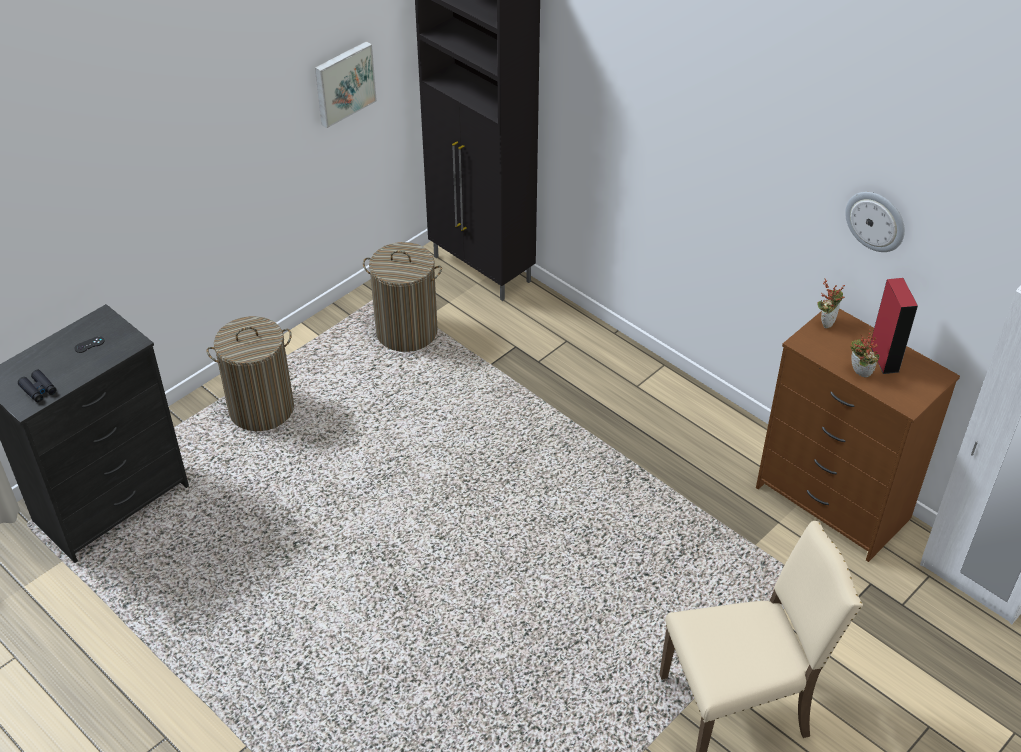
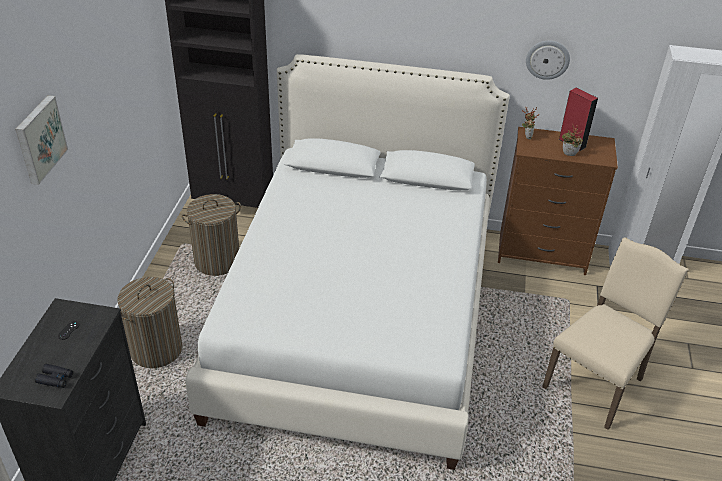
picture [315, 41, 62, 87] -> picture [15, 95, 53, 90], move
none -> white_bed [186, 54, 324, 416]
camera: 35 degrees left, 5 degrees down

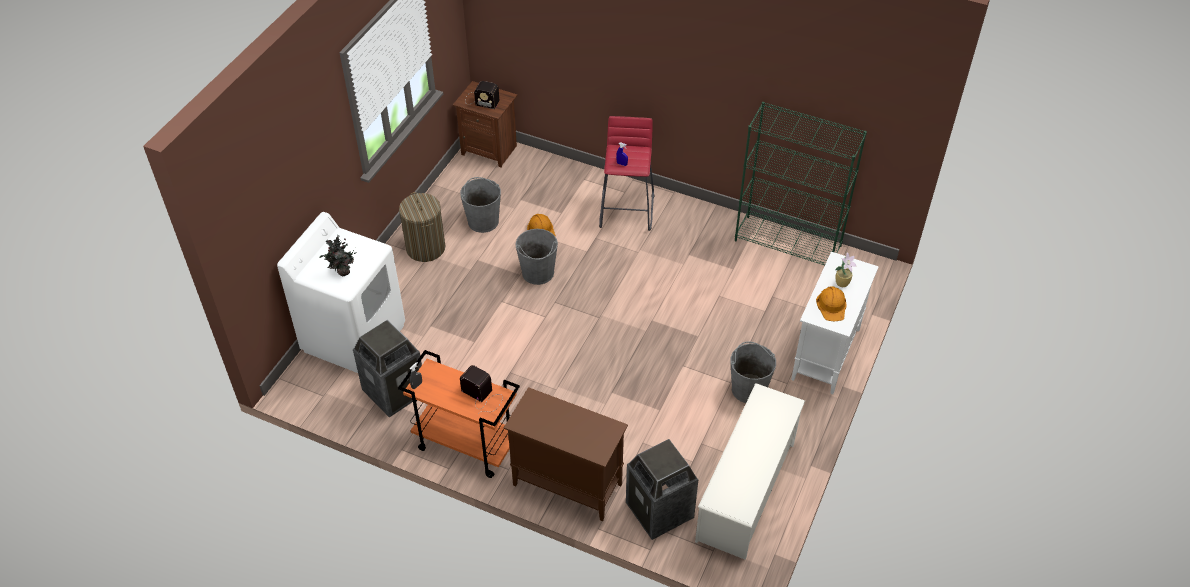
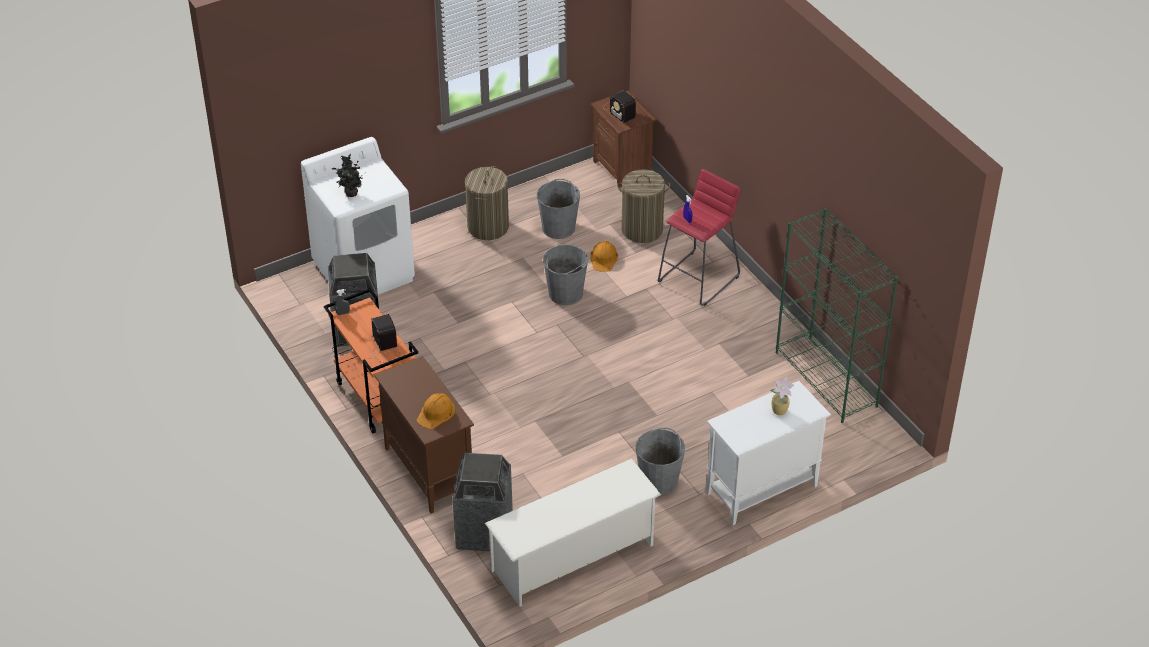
orange_hard_hat [816, 286, 30, 35] -> orange_hard_hat [417, 393, 38, 36], move
none -> laundry_basket [617, 169, 53, 74]
camera: 35 degrees right, 5 degrees down

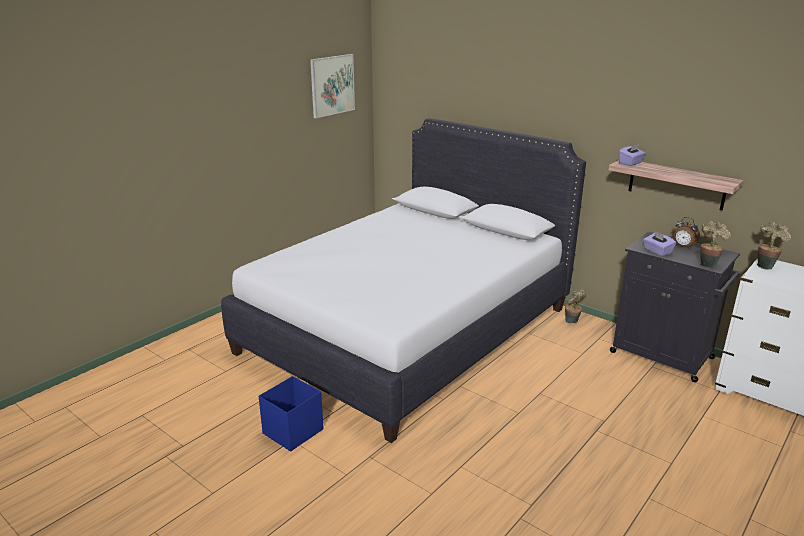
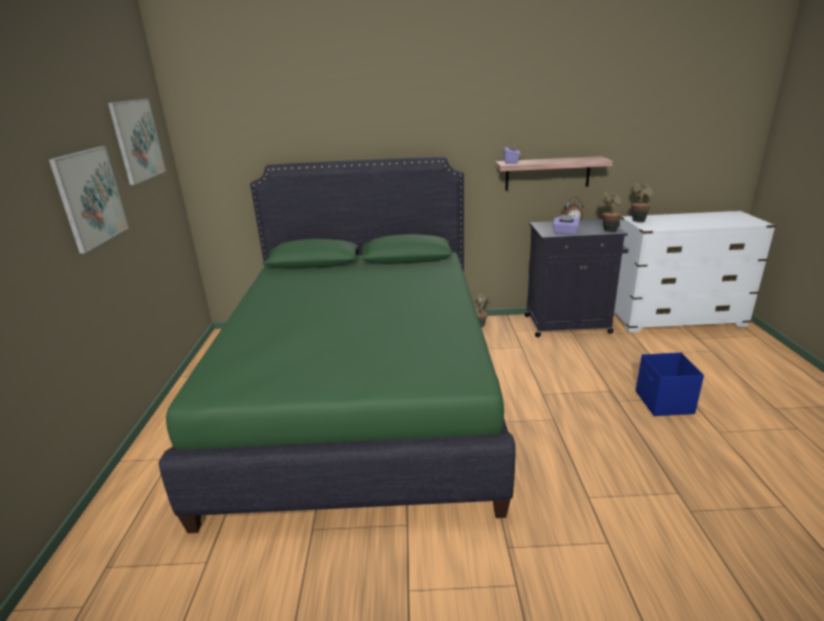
white_bed [221, 118, 365, 325] -> green_bed [159, 156, 356, 377]
blue_storage_box [258, 376, 65, 76] -> blue_storage_box [636, 353, 68, 63], move
none -> picture [49, 146, 79, 108]
camera: 40 degrees left, 0 degrees up

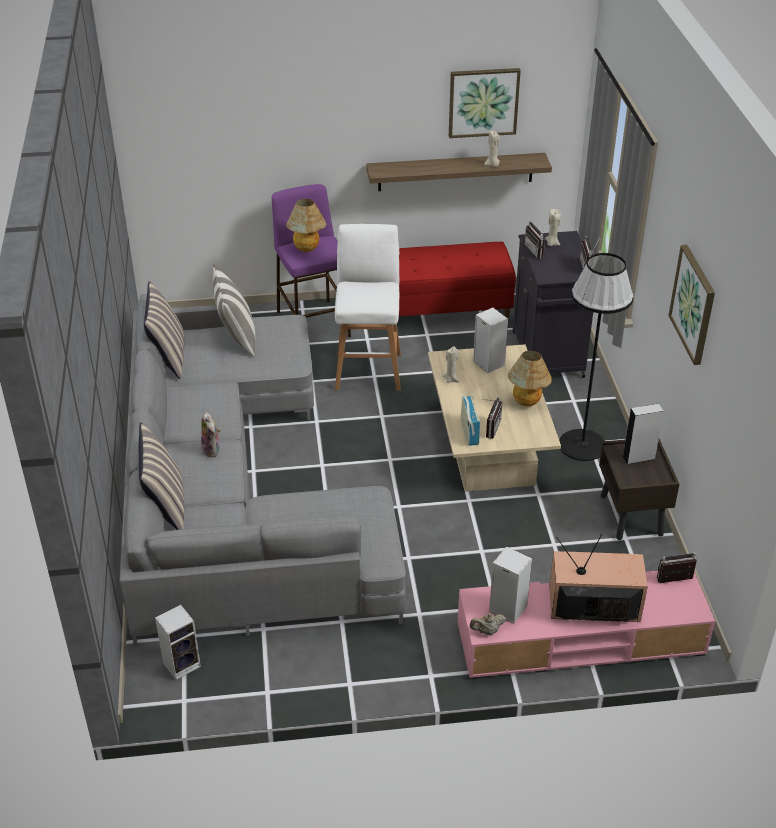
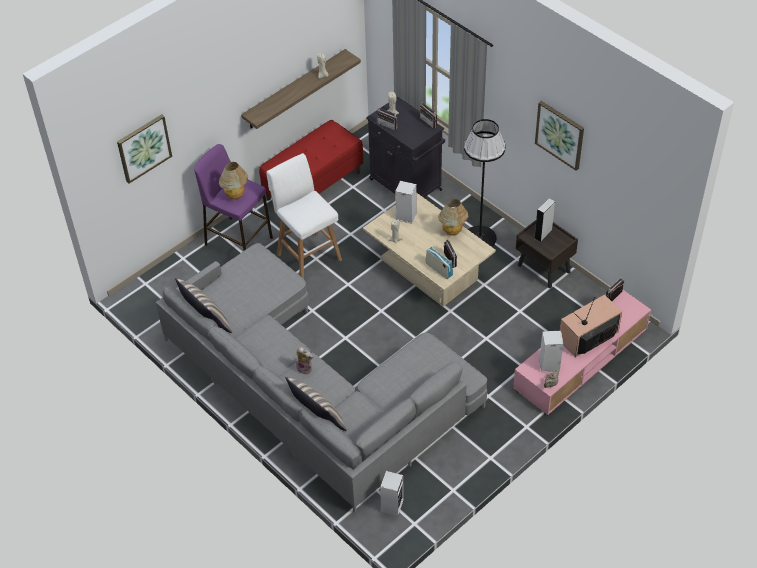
picture [449, 68, 72, 70] -> picture [117, 114, 55, 70], move
pillow [213, 264, 42, 93] -> none
camera: 35 degrees left, 10 degrees up

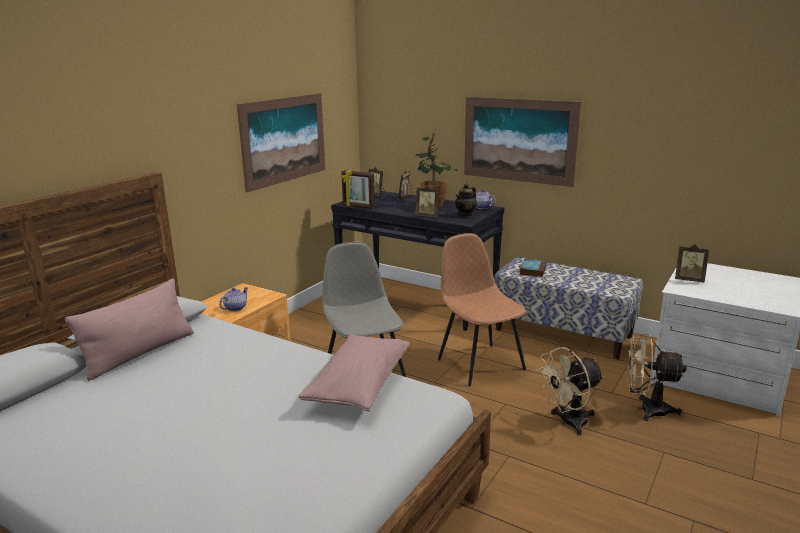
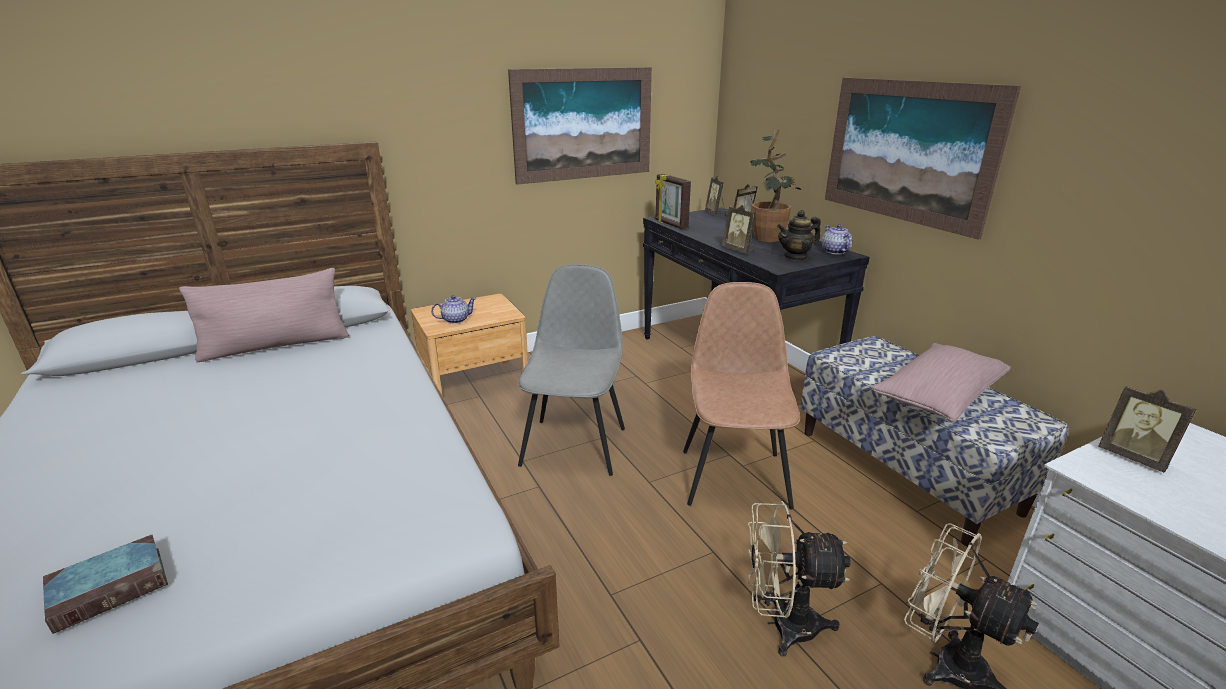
book [520, 259, 27, 18] -> book [43, 535, 125, 99], move
pink_pillow [298, 334, 112, 77] -> pink_pillow [872, 343, 139, 79], move
camera: 30 degrees right, 5 degrees up

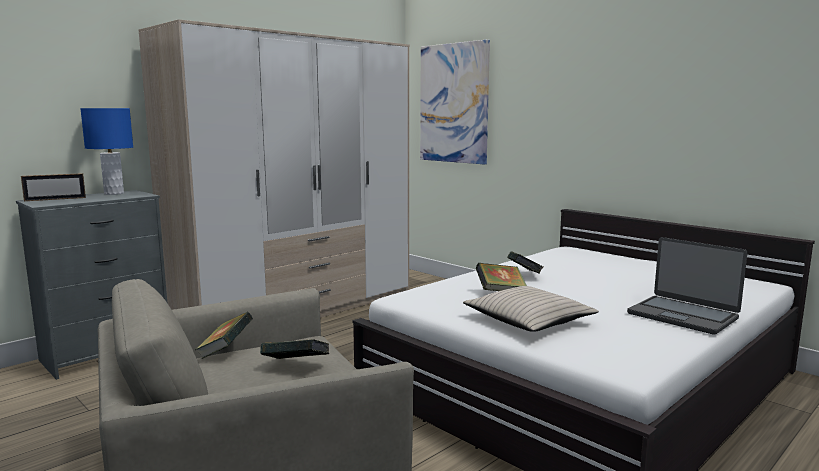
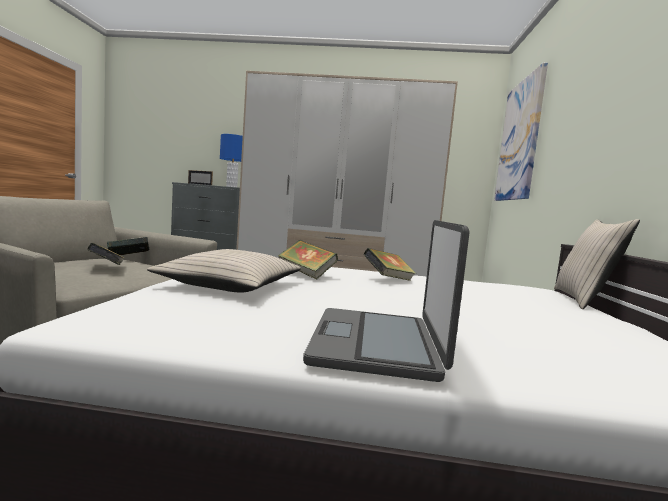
none -> beige_pillow [554, 219, 86, 90]
camera: 50 degrees right, 5 degrees down

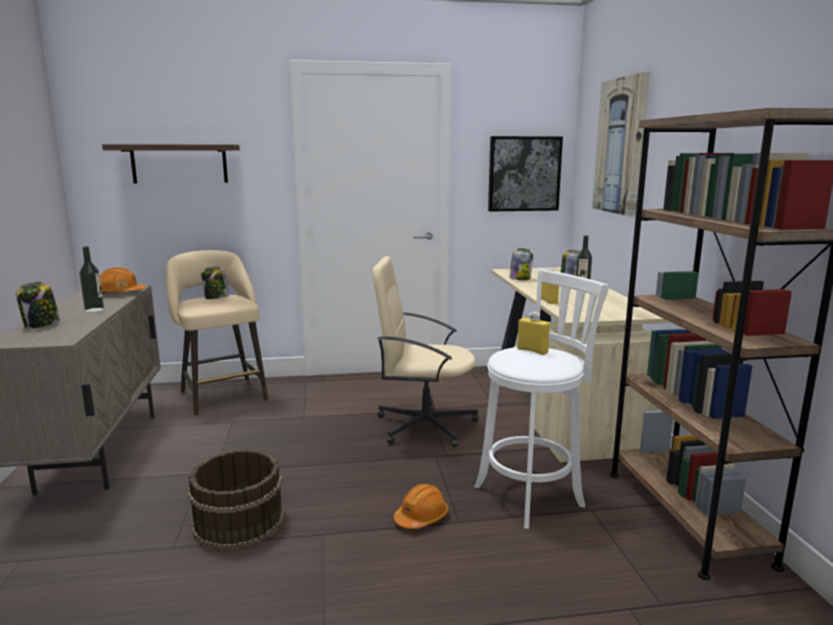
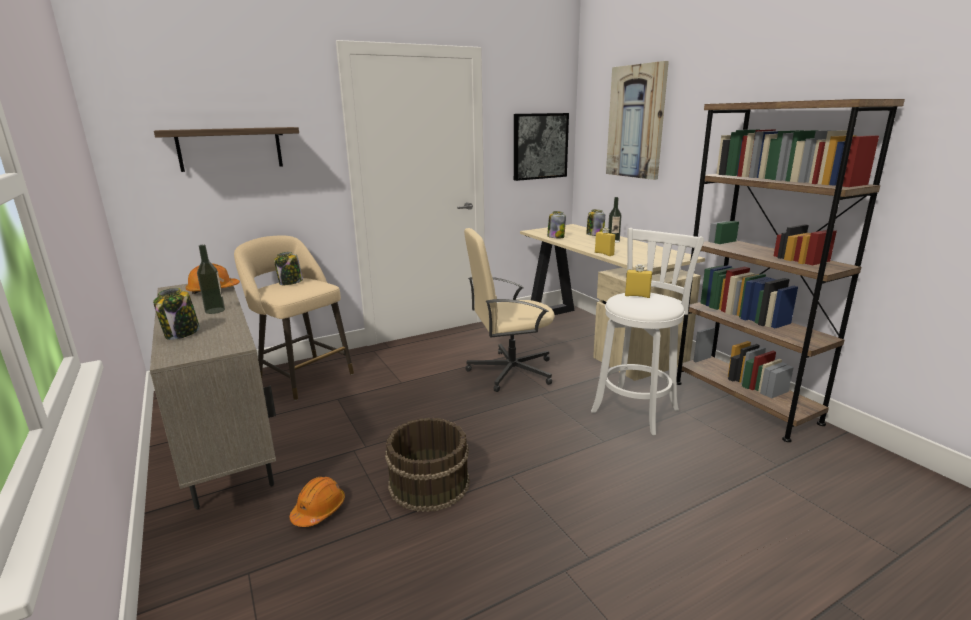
orange_hard_hat [393, 484, 55, 45] -> orange_hard_hat [290, 477, 55, 50], move
camera: 20 degrees left, 5 degrees up

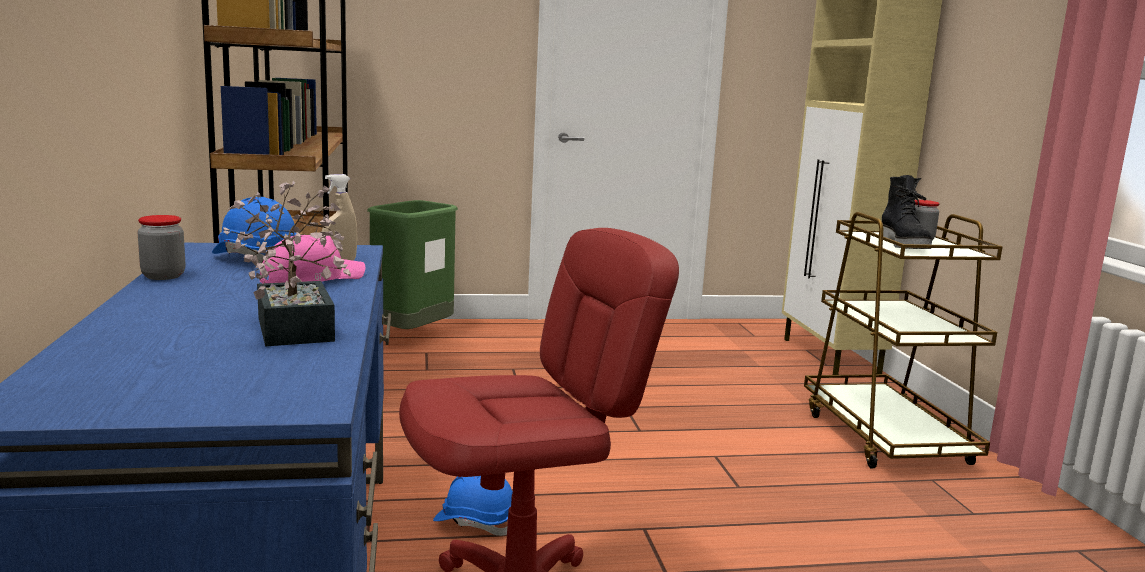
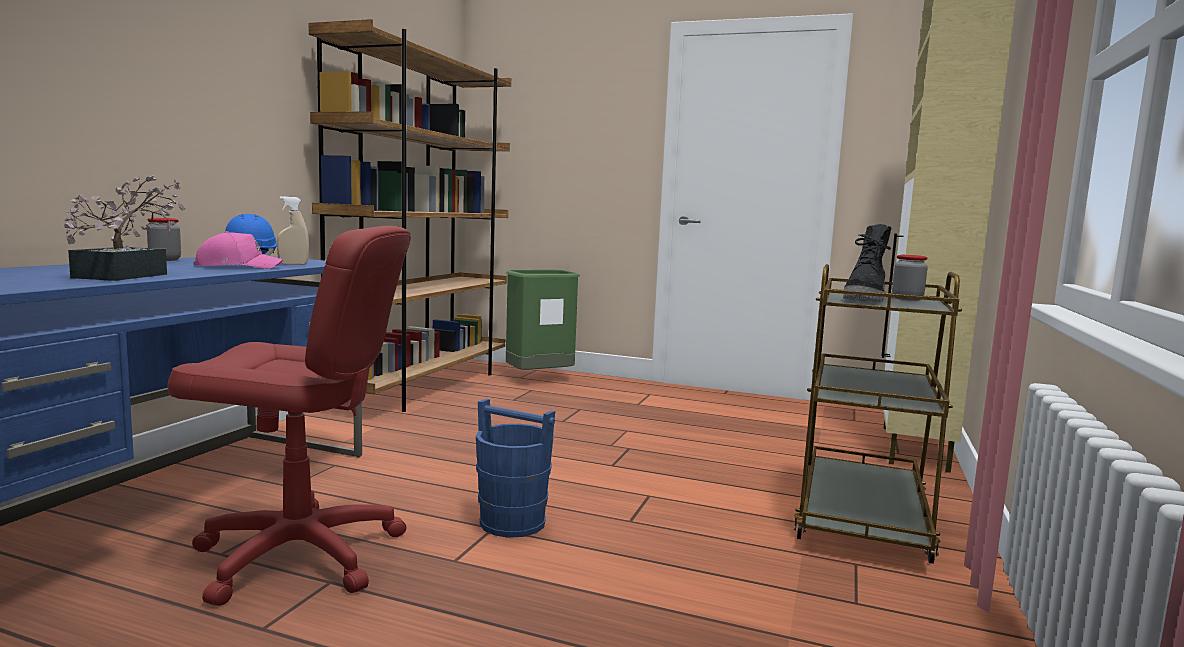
blue_hard_hat [433, 476, 80, 60] -> none
none -> blue_bucket [476, 398, 79, 140]
camera: 30 degrees right, 5 degrees down

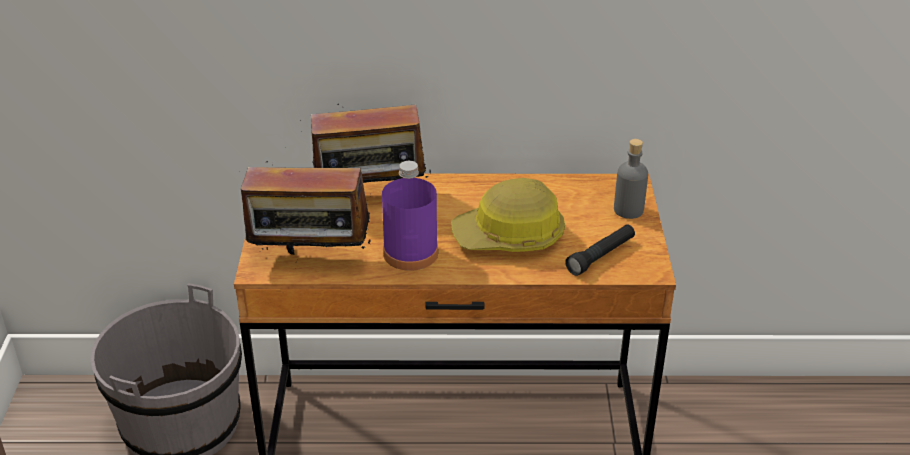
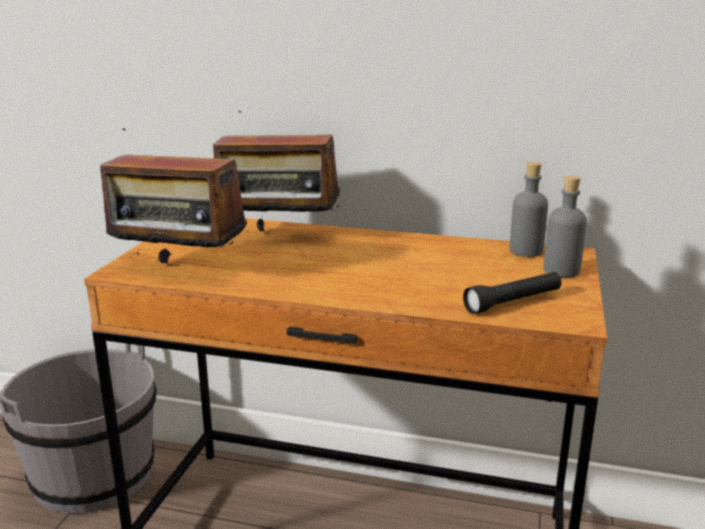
purple_bottle [382, 161, 56, 110] -> none
hard_hat [451, 178, 114, 74] -> none
none -> grey_bottle [510, 162, 38, 95]
camera: 15 degrees right, 15 degrees down

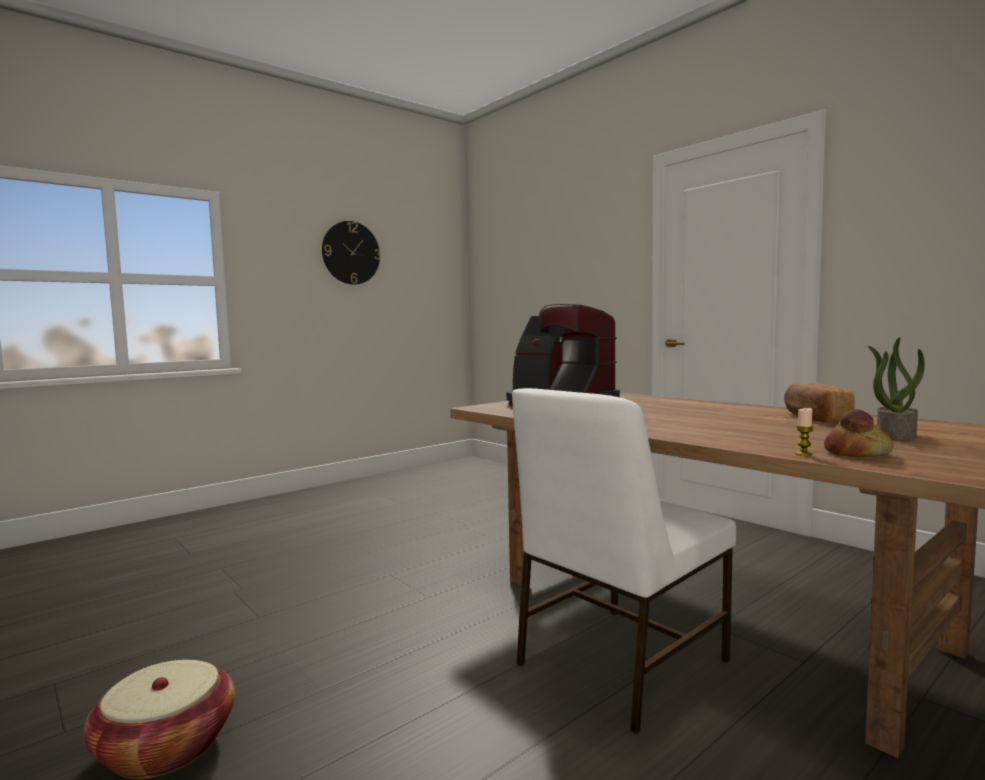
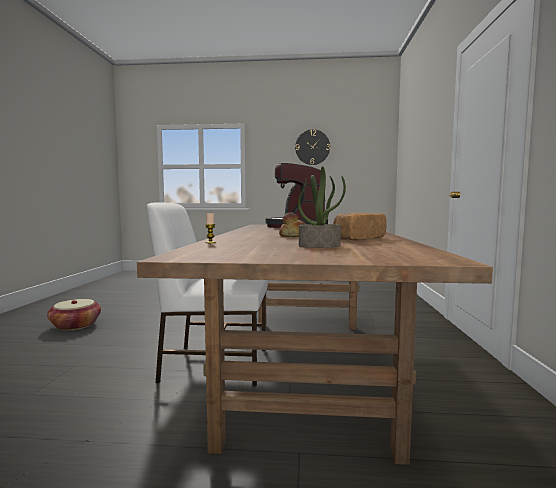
bread [824, 409, 70, 48] -> bread [279, 212, 27, 25], move
camera: 45 degrees right, 0 degrees up

